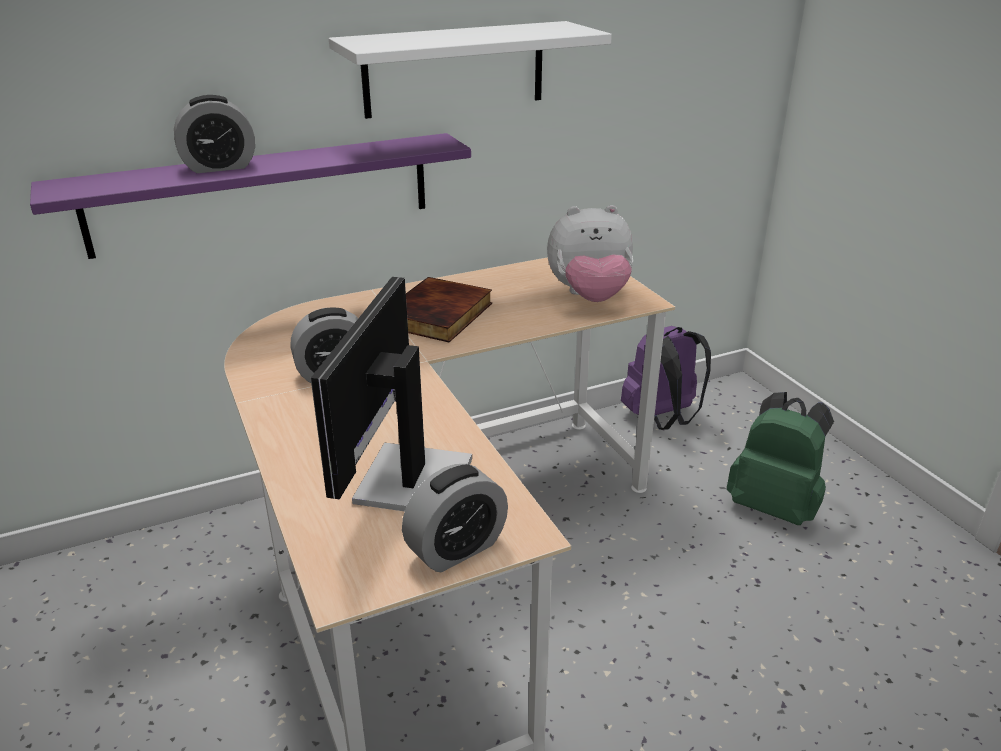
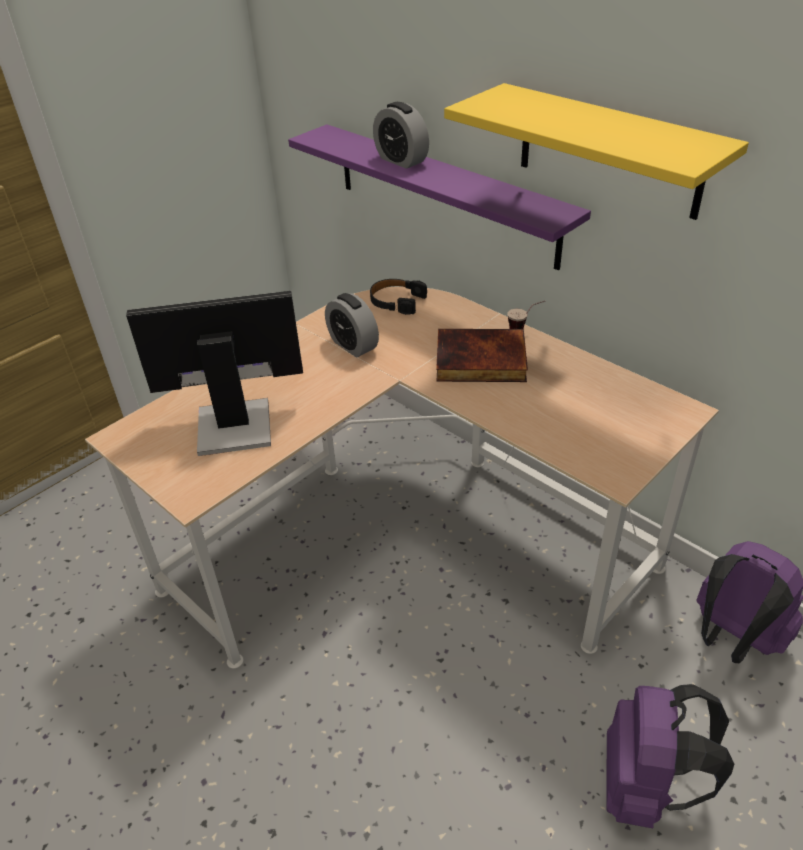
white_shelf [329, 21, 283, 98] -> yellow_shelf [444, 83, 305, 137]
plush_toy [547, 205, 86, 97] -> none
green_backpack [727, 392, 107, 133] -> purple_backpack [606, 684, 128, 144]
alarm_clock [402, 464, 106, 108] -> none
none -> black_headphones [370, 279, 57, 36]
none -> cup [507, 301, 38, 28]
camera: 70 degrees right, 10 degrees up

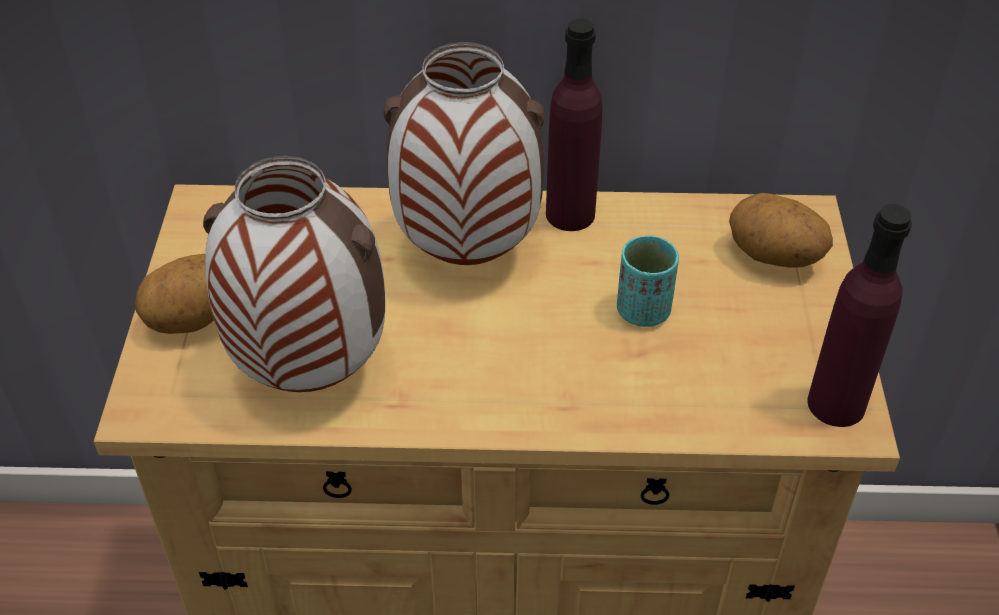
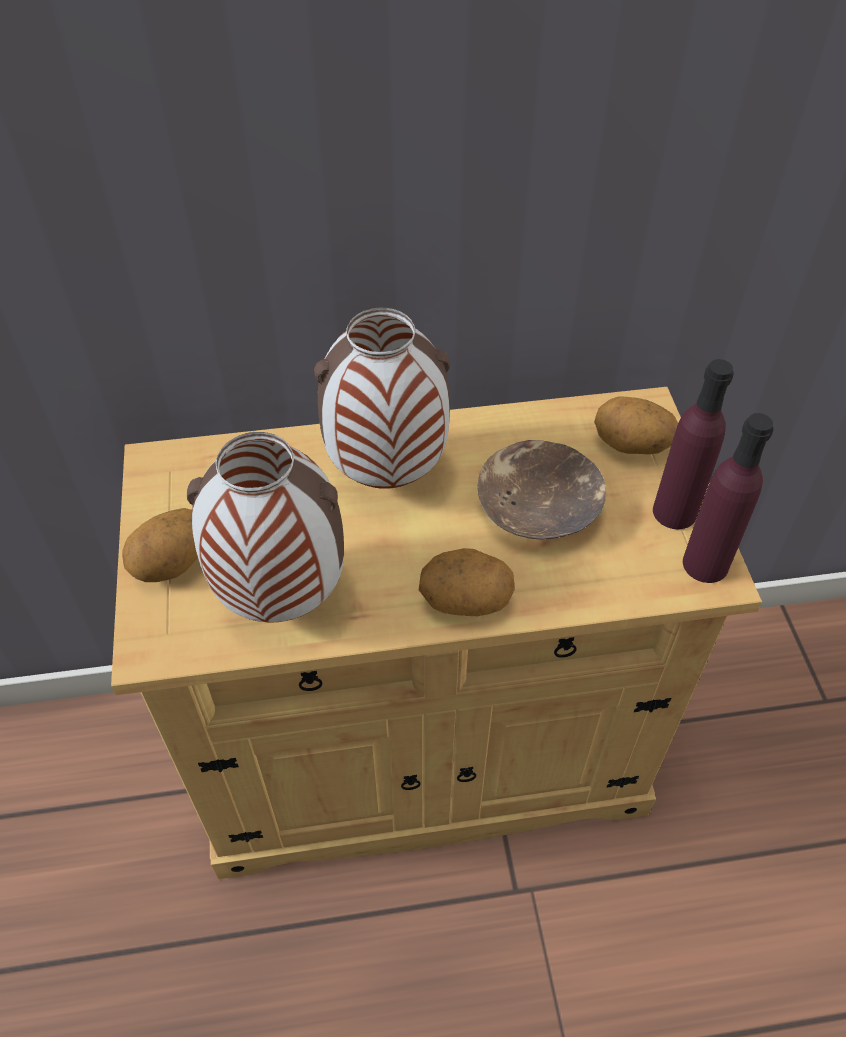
purple_bottle [546, 19, 57, 212] -> purple_bottle [653, 359, 81, 170], move
turquoise_cup [617, 235, 62, 92] -> brown_bowl [478, 440, 128, 100]
none -> potato [419, 548, 96, 68]
camera: 10 degrees left, 5 degrees up

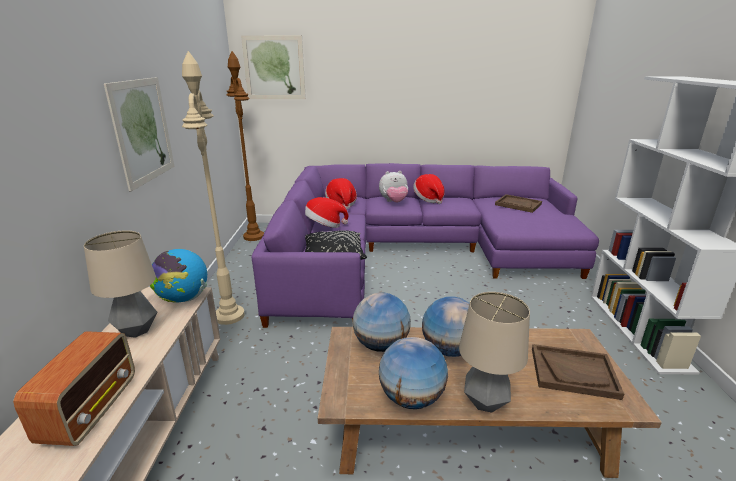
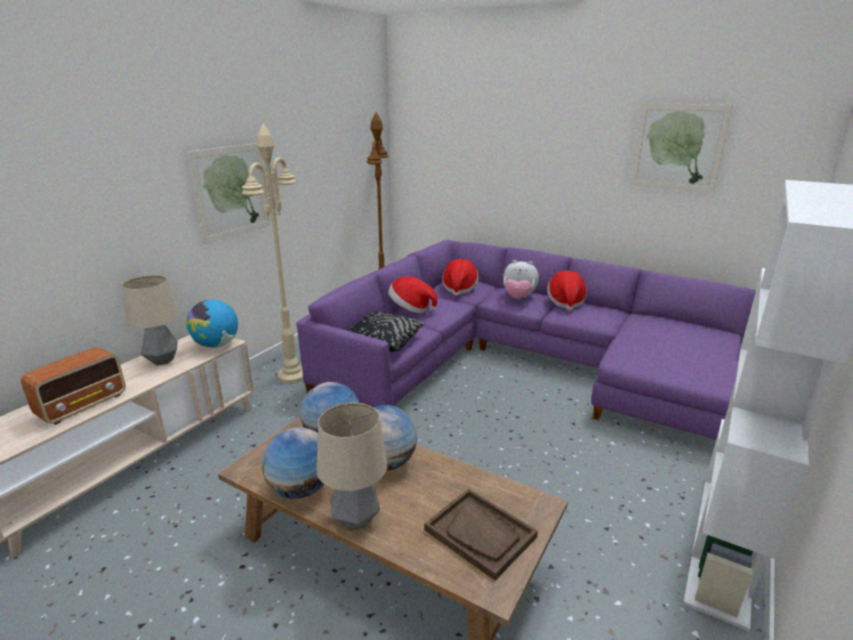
picture [241, 35, 65, 64] -> picture [630, 103, 103, 90], move
brown_tray [495, 194, 47, 19] -> none
camera: 30 degrees right, 0 degrees up

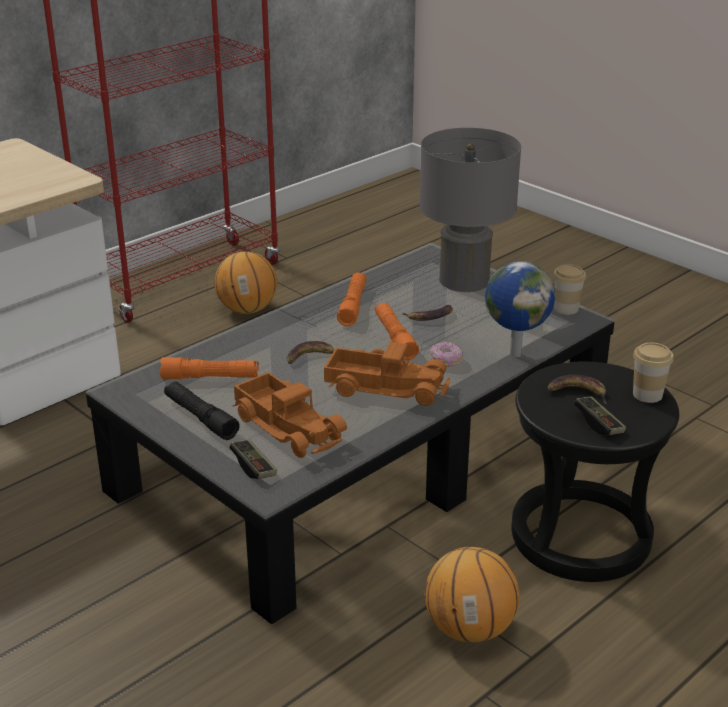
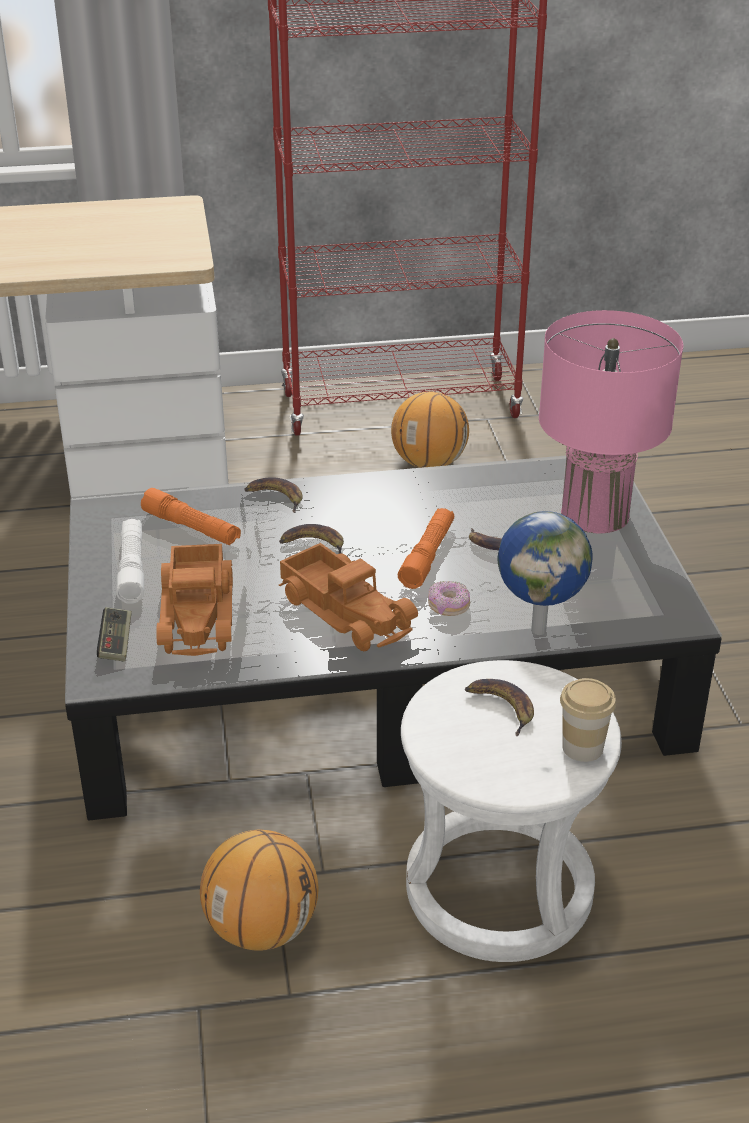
grey_table_lamp [419, 128, 102, 164] -> pink_table_lamp [539, 310, 144, 223]
cup [553, 264, 33, 51] -> none
orange_flashlight [337, 273, 29, 53] -> none
black_stool [511, 362, 168, 220] -> white_stool [401, 660, 221, 302]
black_flashlight [164, 382, 76, 58] -> white_flashlight [116, 519, 28, 85]
game_controller [574, 396, 52, 39] -> none
none -> banana [245, 477, 58, 36]
camera: 35 degrees right, 5 degrees up

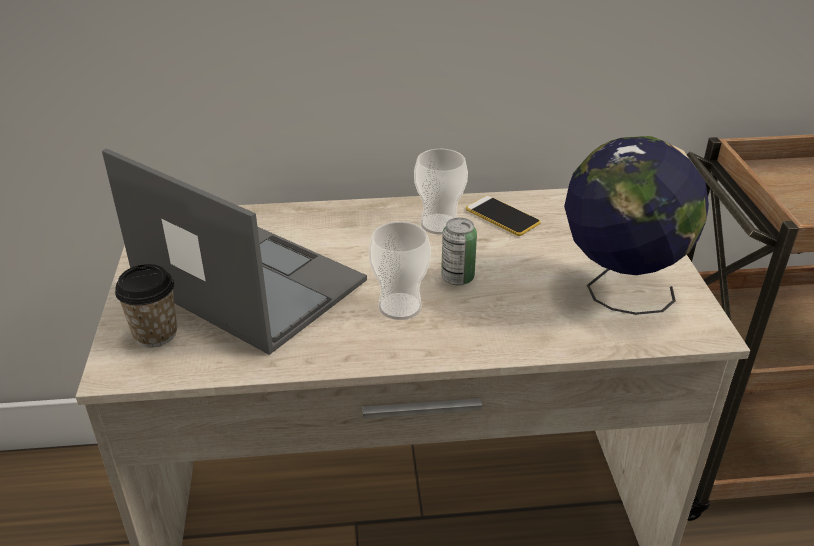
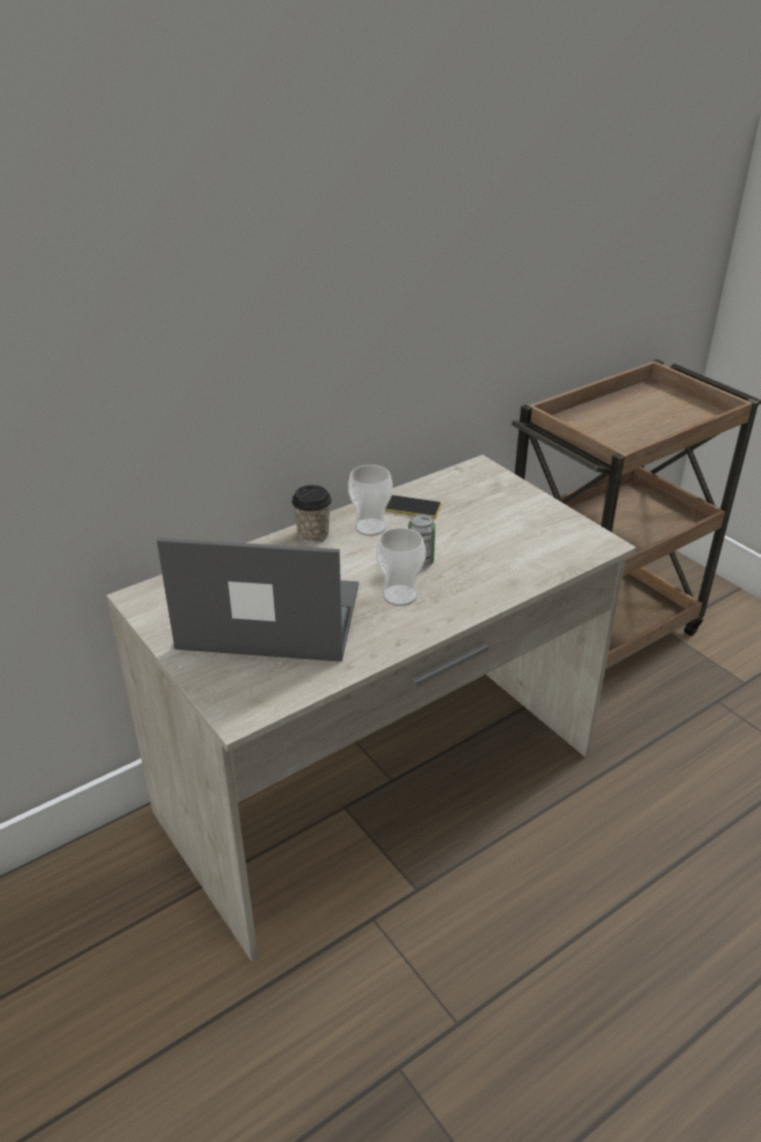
globe [564, 136, 145, 179] -> none
cup [115, 264, 62, 83] -> cup [292, 485, 40, 59], move
camera: 30 degrees left, 0 degrees up

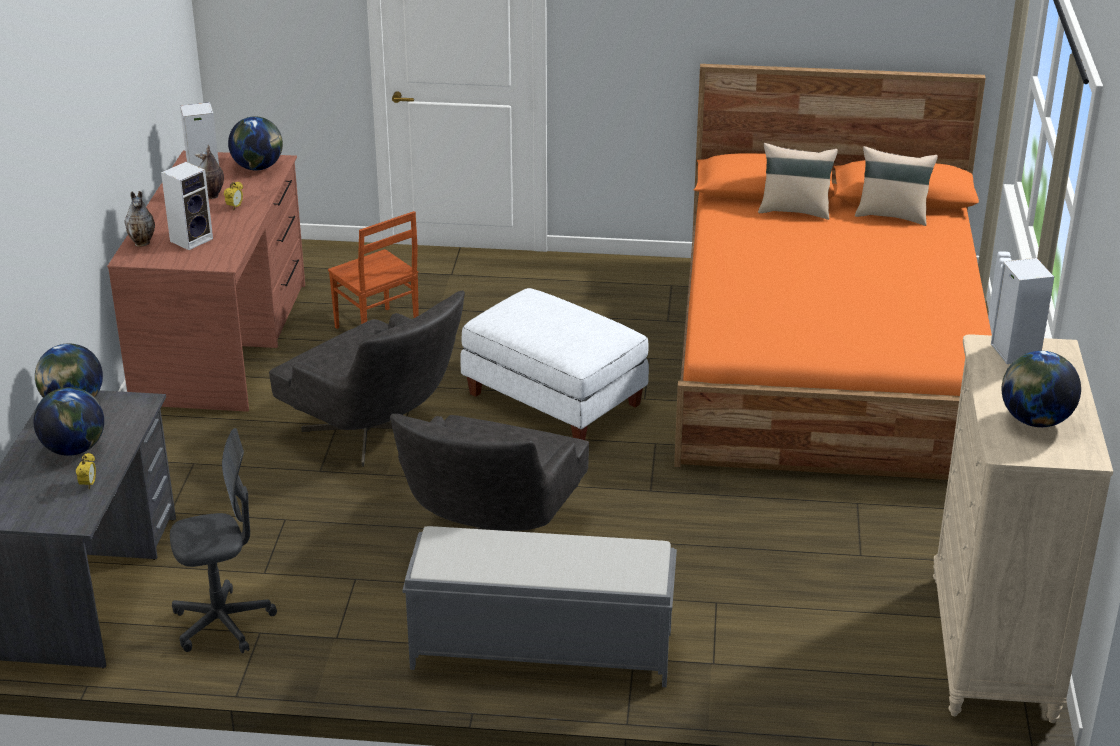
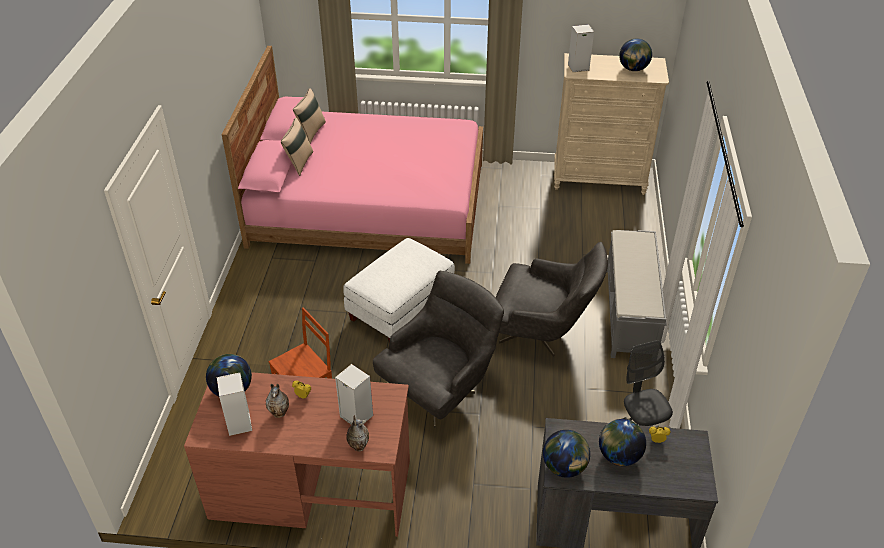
orange_bed [674, 64, 318, 416] -> pink_bed [222, 46, 261, 218]
camera: 90 degrees left, 10 degrees up

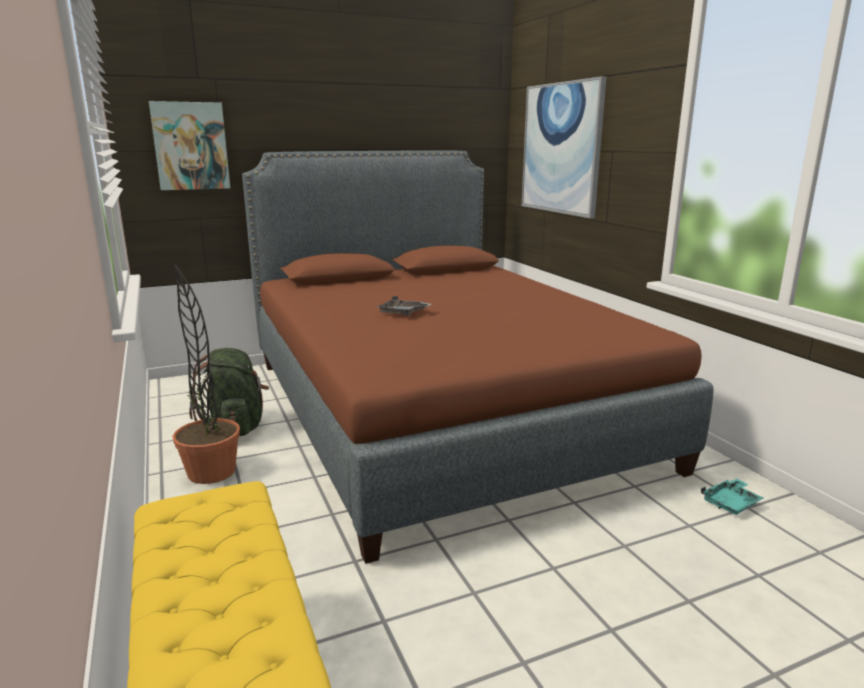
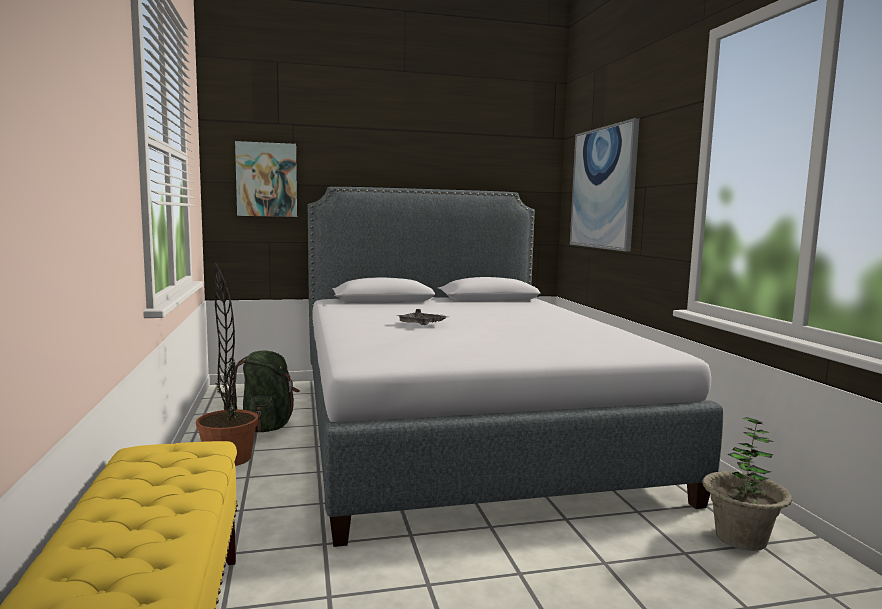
brown_bed [242, 150, 472, 414] -> grey_bed [308, 187, 415, 360]
turquoise_tray [701, 479, 63, 36] -> potted_plant [702, 417, 90, 134]
camera: 10 degrees right, 10 degrees down

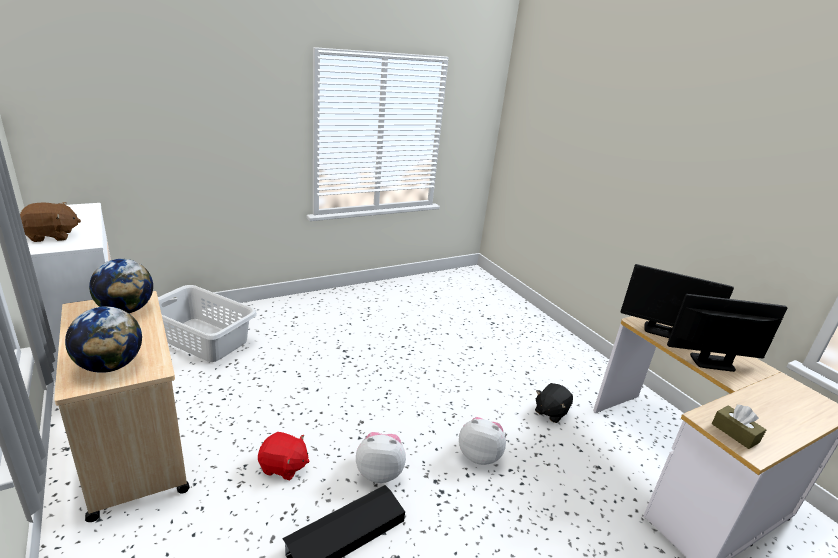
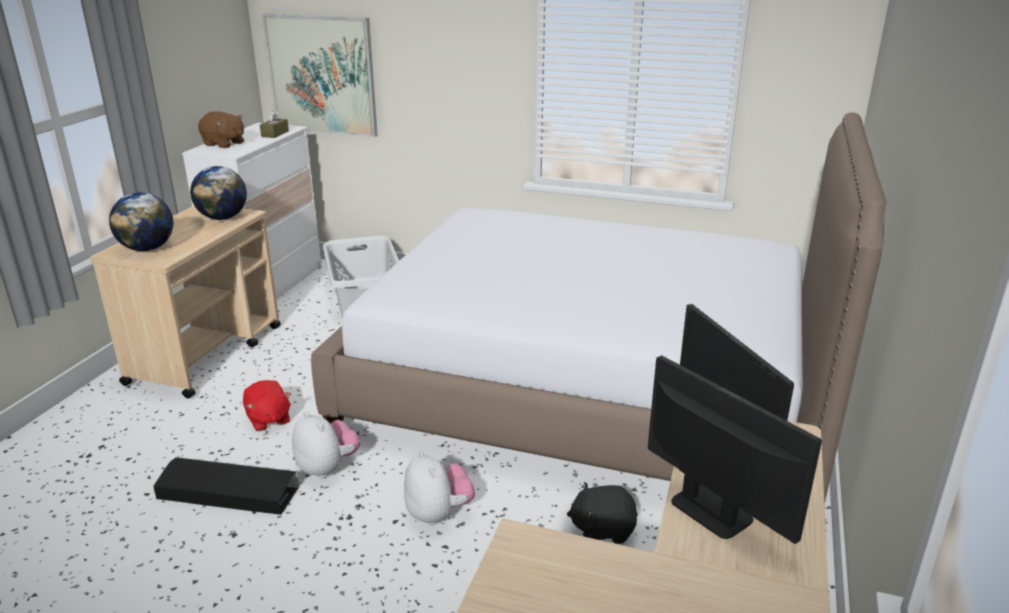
brown_tissue_box [712, 404, 54, 45] -> brown_tissue_box [260, 110, 29, 28], move
none -> picture [262, 13, 115, 124]
none -> bed [311, 112, 575, 392]
camera: 50 degrees right, 0 degrees up

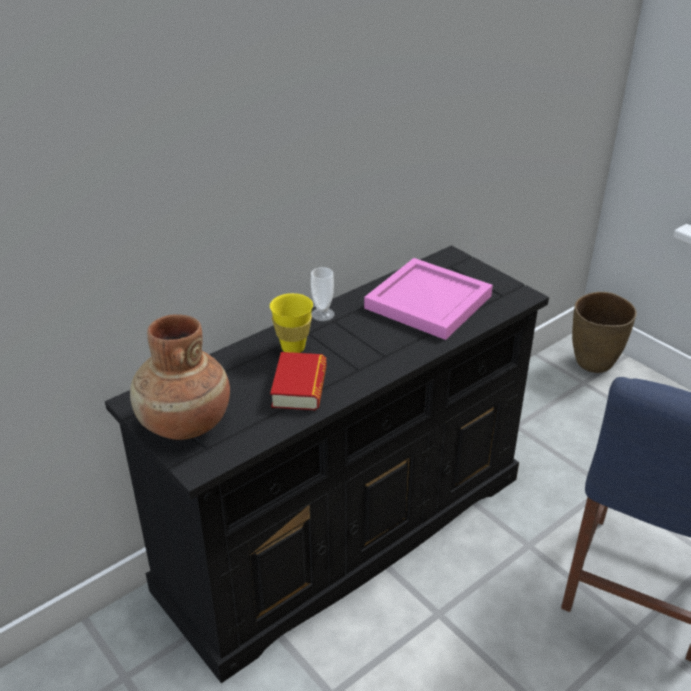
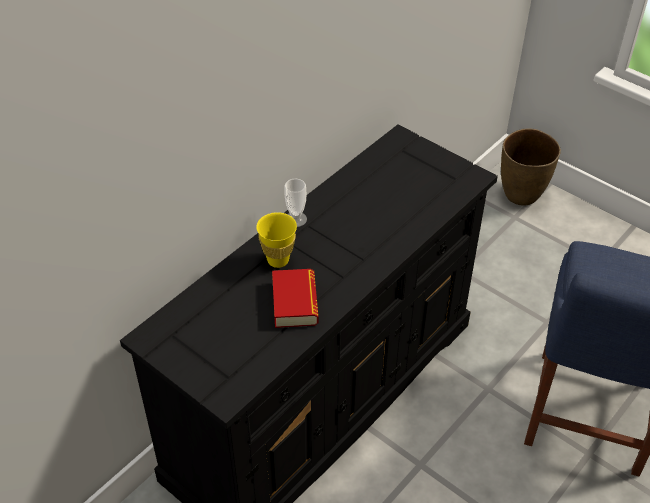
pink_tray [364, 258, 129, 82] -> none
brown_vase [130, 314, 100, 126] -> none
camera: 10 degrees left, 10 degrees up

